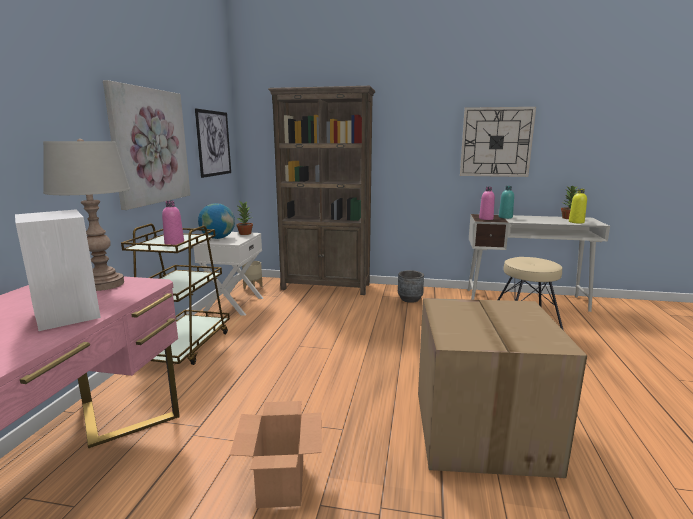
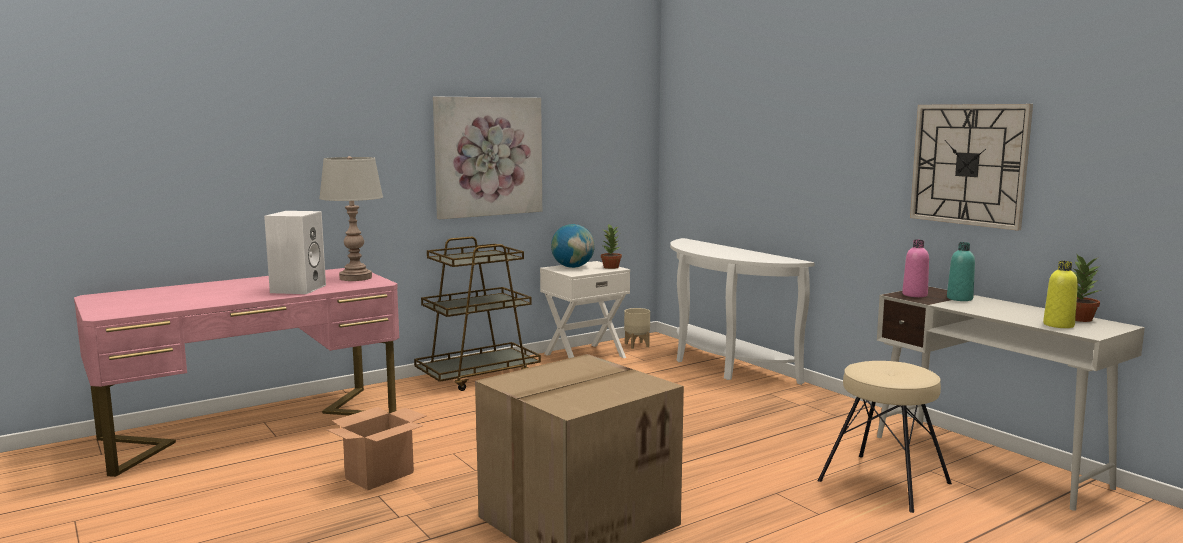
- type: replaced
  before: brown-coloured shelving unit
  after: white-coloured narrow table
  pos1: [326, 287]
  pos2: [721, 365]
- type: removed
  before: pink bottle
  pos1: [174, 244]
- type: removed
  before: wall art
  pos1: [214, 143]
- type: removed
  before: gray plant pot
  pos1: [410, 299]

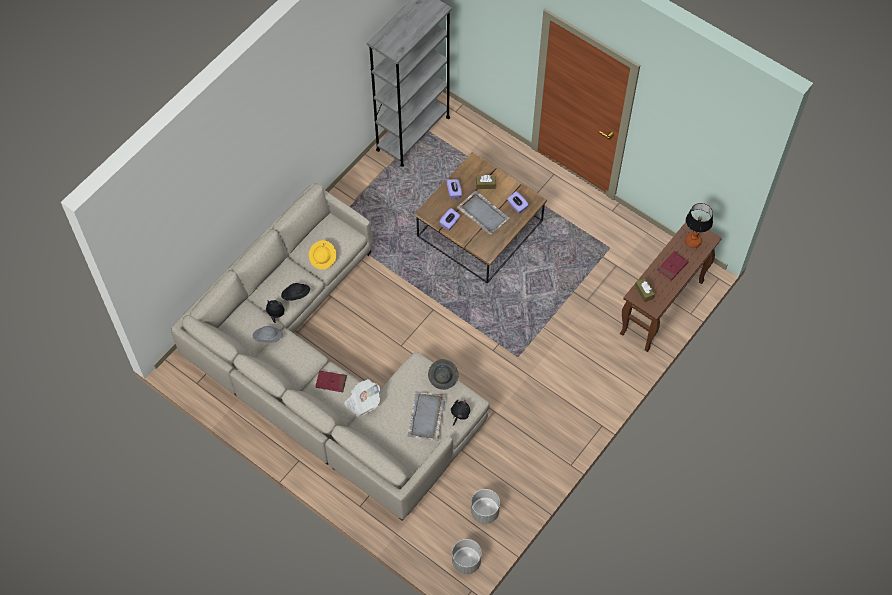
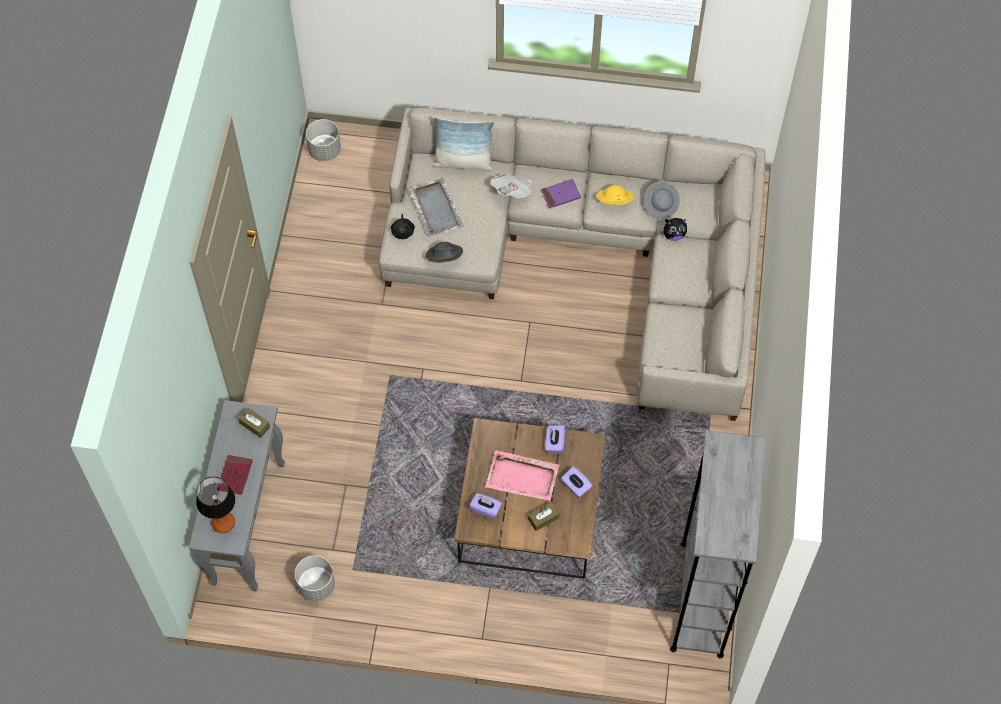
- type: recoloured
  before: brown-coloured narrow table
  after: gray narrow table
  pos1: [661, 308]
  pos2: [248, 521]
- type: moved
  before: gray plant pot
  pos1: [484, 512]
  pos2: [316, 585]
- type: added
  after: pillow
  pos2: [463, 162]
- type: recoloured
  before: gray carrying tray
  after: pink carrying tray
  pos1: [482, 213]
  pos2: [523, 477]
- type: recoloured
  before: red volume
  after: purple-coloured volume
  pos1: [331, 382]
  pos2: [560, 195]
- type: moved
  before: yellow-coloured clothing hat
  pos1: [323, 258]
  pos2: [614, 201]
- type: removed
  before: blackish clothing hat
  pos1: [296, 295]

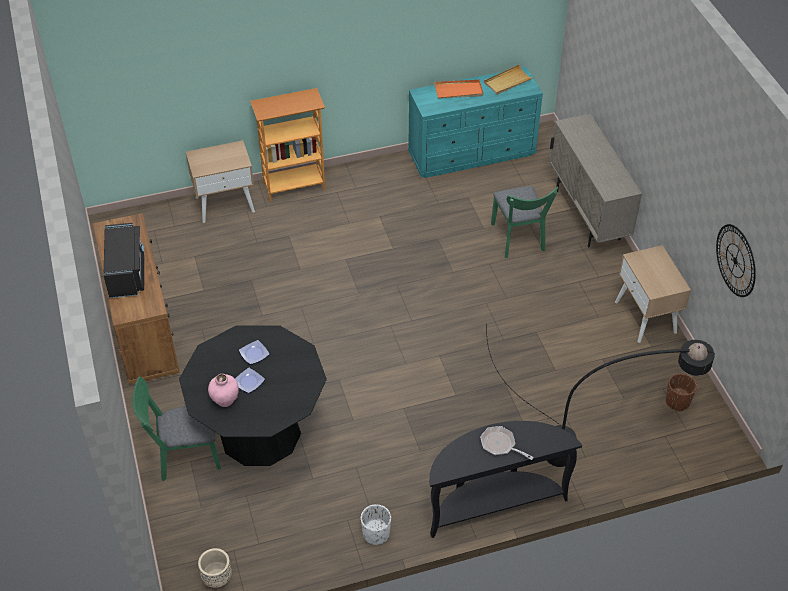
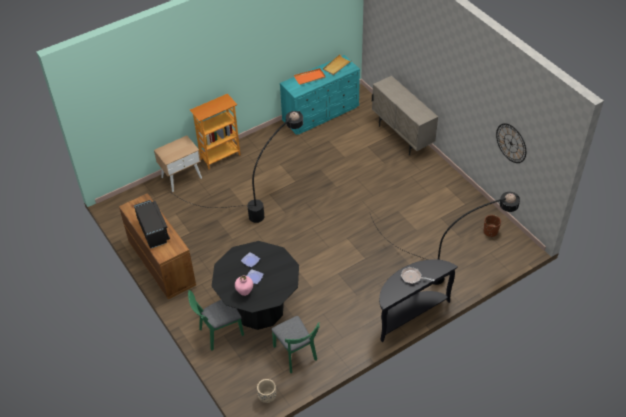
- type: added
  after: blackish floor lamp
  pos2: [263, 202]
- type: moved
  before: green-coloured upright chair
  pos1: [518, 240]
  pos2: [296, 355]
- type: removed
  before: white-coloured plant pot
  pos1: [376, 534]
- type: removed
  before: beige-coloured bedside table
  pos1: [646, 317]

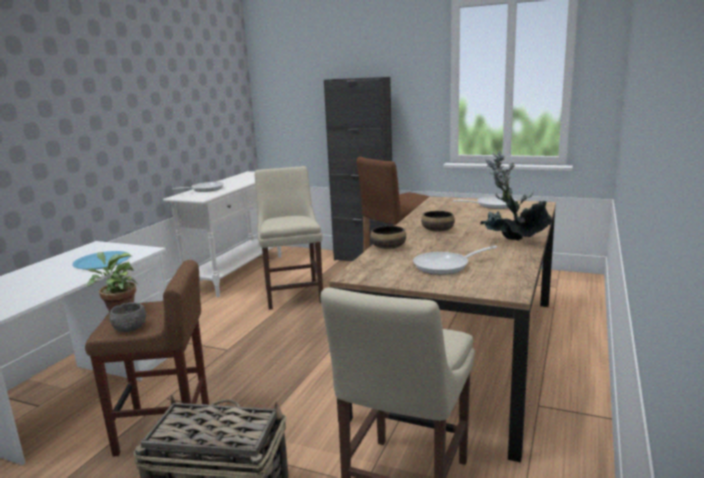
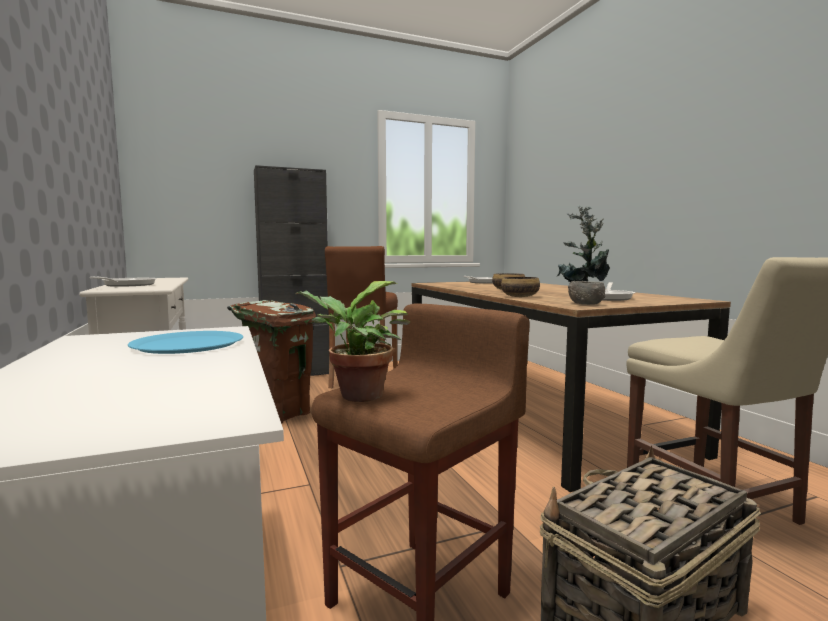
- type: replaced
  before: beige-coloured upright chair
  after: brown-coloured waste bin
  pos1: [293, 294]
  pos2: [278, 414]
- type: moved
  before: gray deep dish
  pos1: [129, 328]
  pos2: [585, 304]

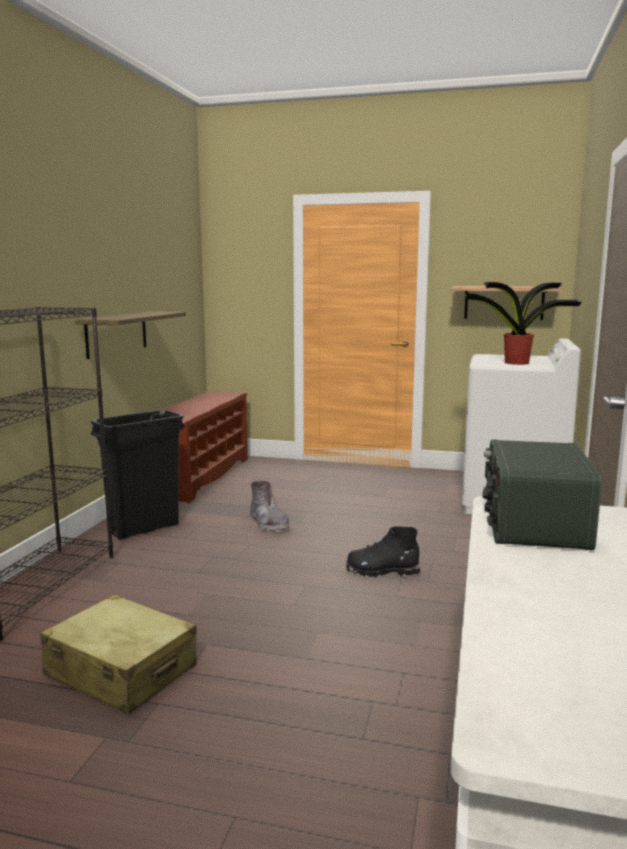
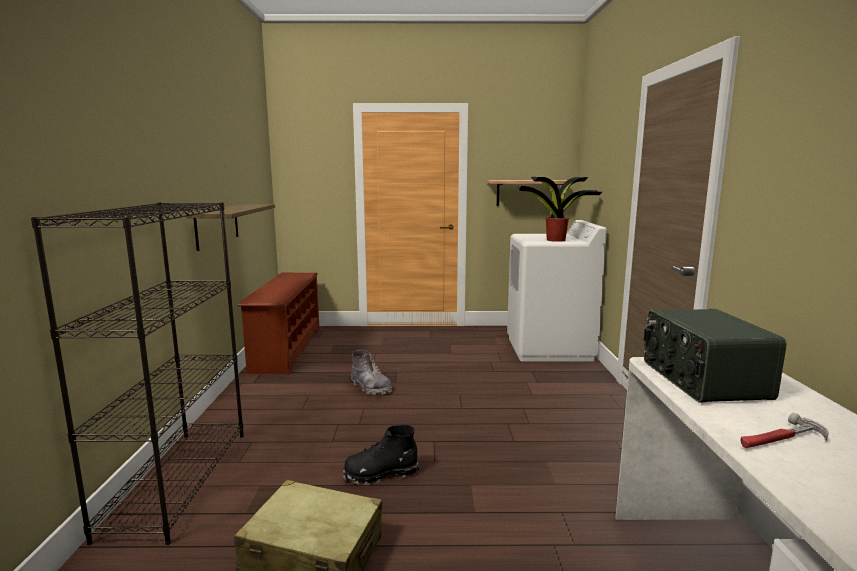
- type: moved
  before: blackish boot
  pos1: [382, 572]
  pos2: [380, 474]
- type: added
  after: hand hammer
  pos2: [780, 439]
- type: removed
  before: blackish waste bin
  pos1: [144, 529]

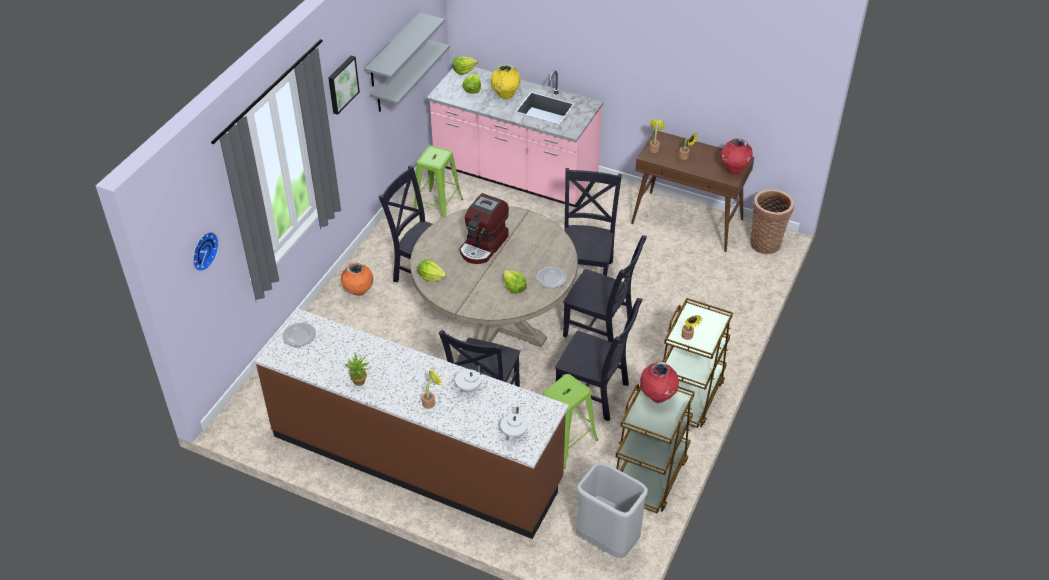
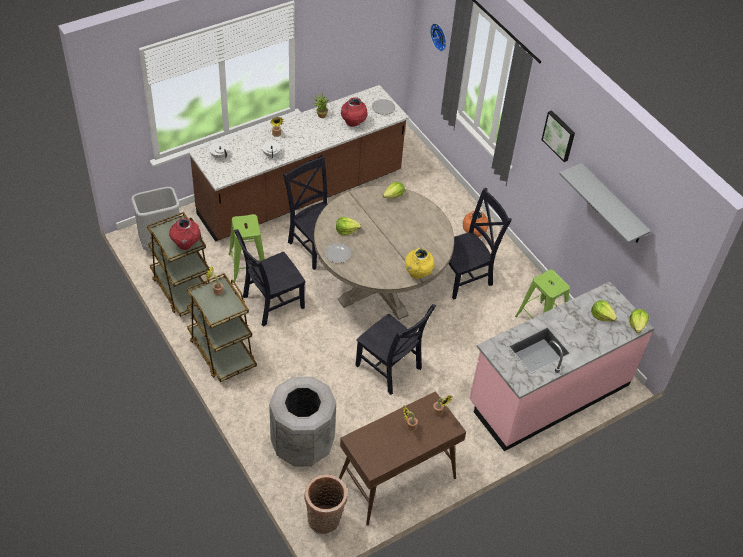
- type: added
  after: gray waste bin
  pos2: [302, 444]
- type: moved
  before: red flower vase
  pos1: [733, 169]
  pos2: [353, 123]
- type: moved
  before: yellow-coloured flower vase
  pos1: [505, 95]
  pos2: [418, 274]
- type: removed
  before: gray bracket shelf
  pos1: [399, 76]
- type: removed
  before: coffee machine
  pos1: [484, 246]
- type: removed
  before: blackish upright chair
  pos1: [601, 330]

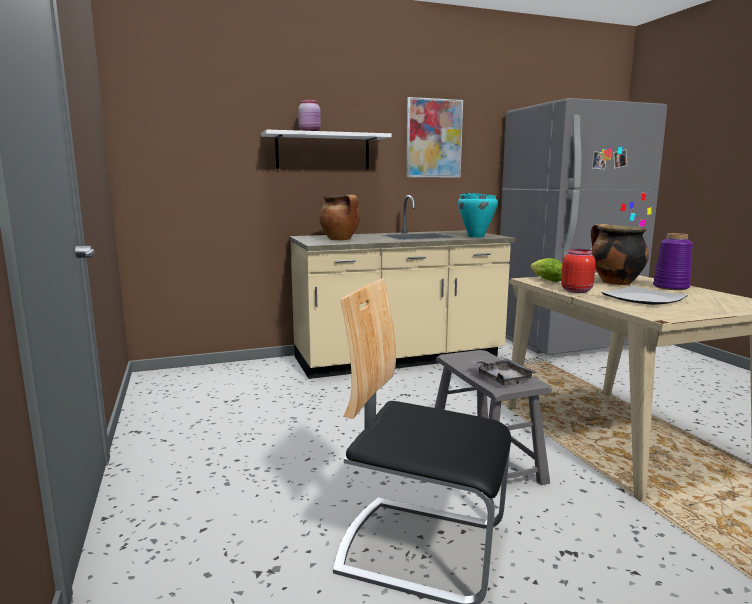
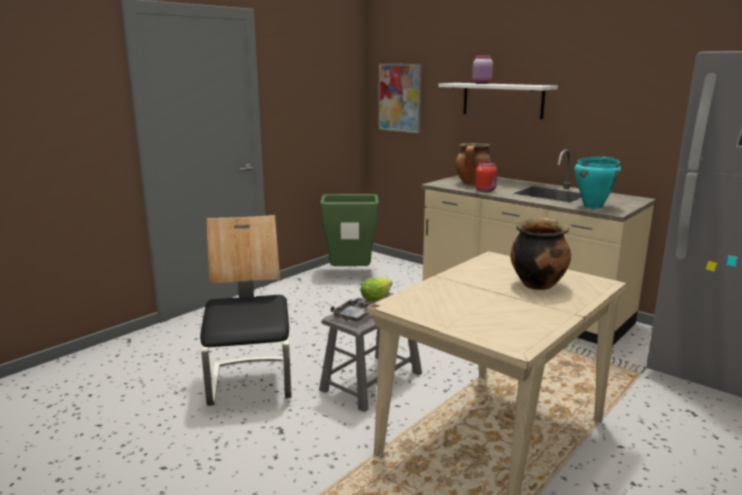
- type: added
  after: green-coloured waste bin
  pos2: [351, 273]
- type: moved
  before: head of lettuce
  pos1: [545, 280]
  pos2: [378, 297]
- type: moved
  before: wall art
  pos1: [434, 138]
  pos2: [400, 98]
- type: moved
  before: red preserve jar
  pos1: [576, 291]
  pos2: [486, 191]
- type: removed
  before: plate
  pos1: [642, 299]
- type: removed
  before: purple-coloured flower vase
  pos1: [670, 287]

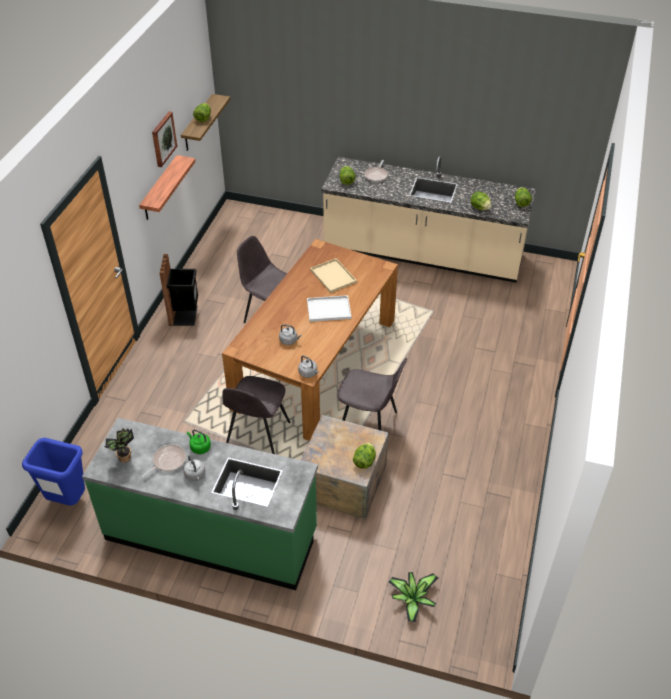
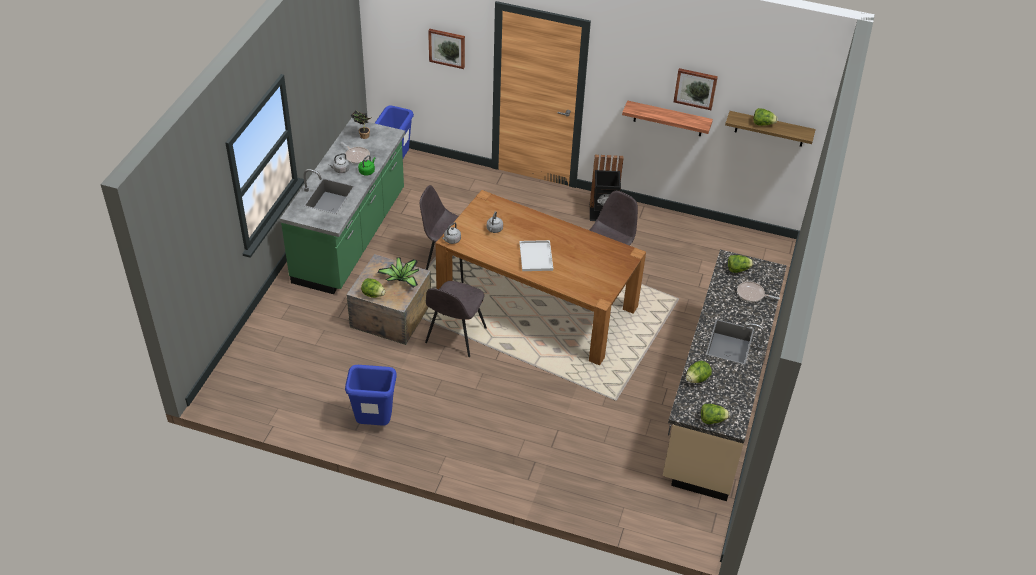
- type: added
  after: blue-coloured waste bin
  pos2: [375, 423]
- type: moved
  before: potted plant
  pos1: [412, 598]
  pos2: [402, 278]
- type: added
  after: wall art
  pos2: [447, 48]
- type: removed
  before: beige-coloured carrying tray
  pos1: [334, 276]

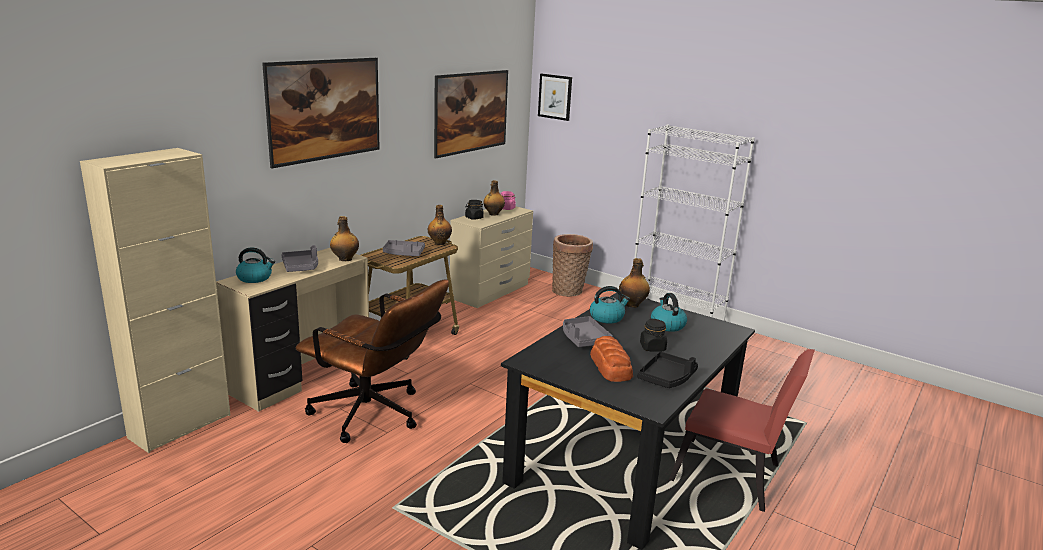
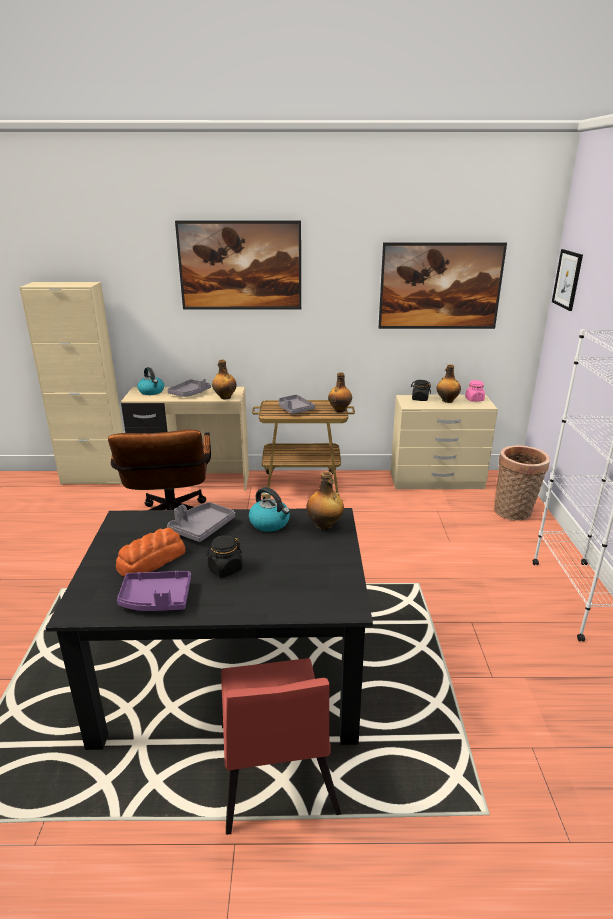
- type: recoloured
  before: blackish carrying tray
  after: purple-coloured carrying tray
  pos1: [667, 378]
  pos2: [156, 599]
- type: removed
  before: water kettle
  pos1: [667, 325]

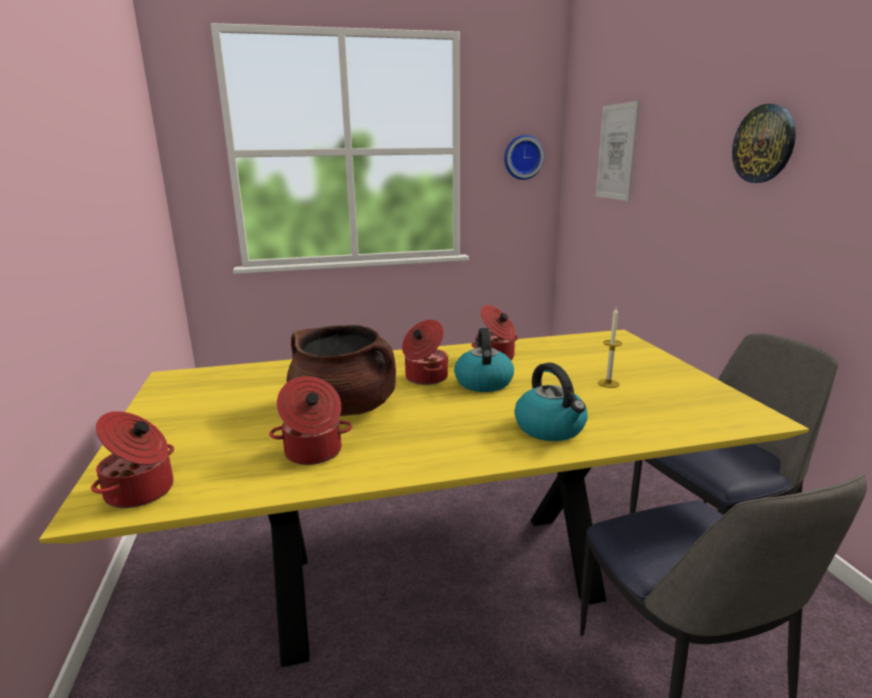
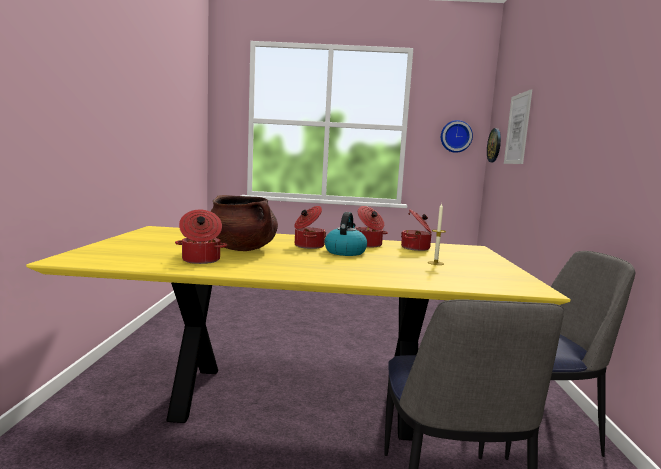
- type: moved
  before: stockpot
  pos1: [142, 492]
  pos2: [416, 248]
- type: moved
  before: wall clock
  pos1: [764, 144]
  pos2: [494, 145]
- type: removed
  before: water kettle
  pos1: [551, 428]

